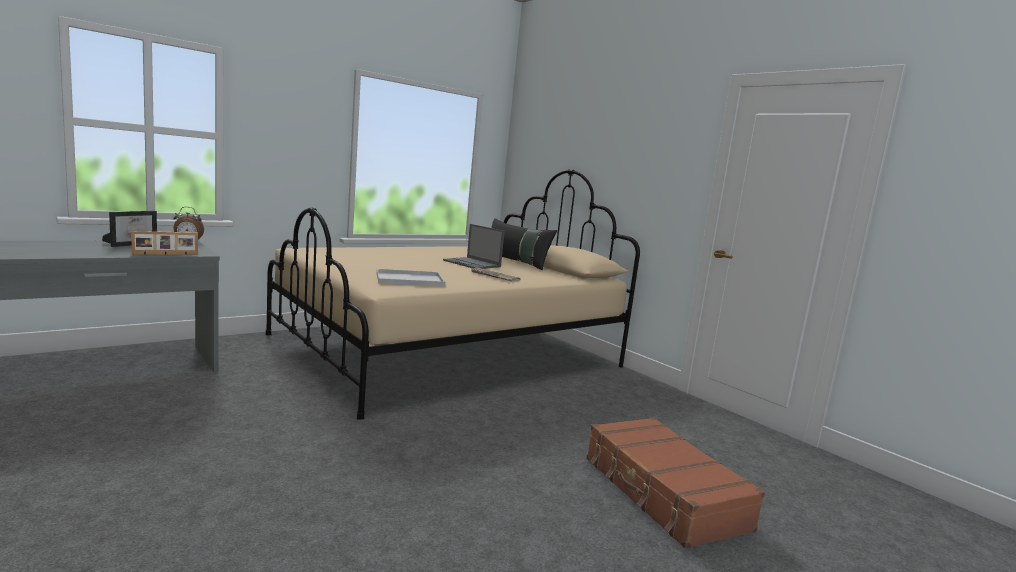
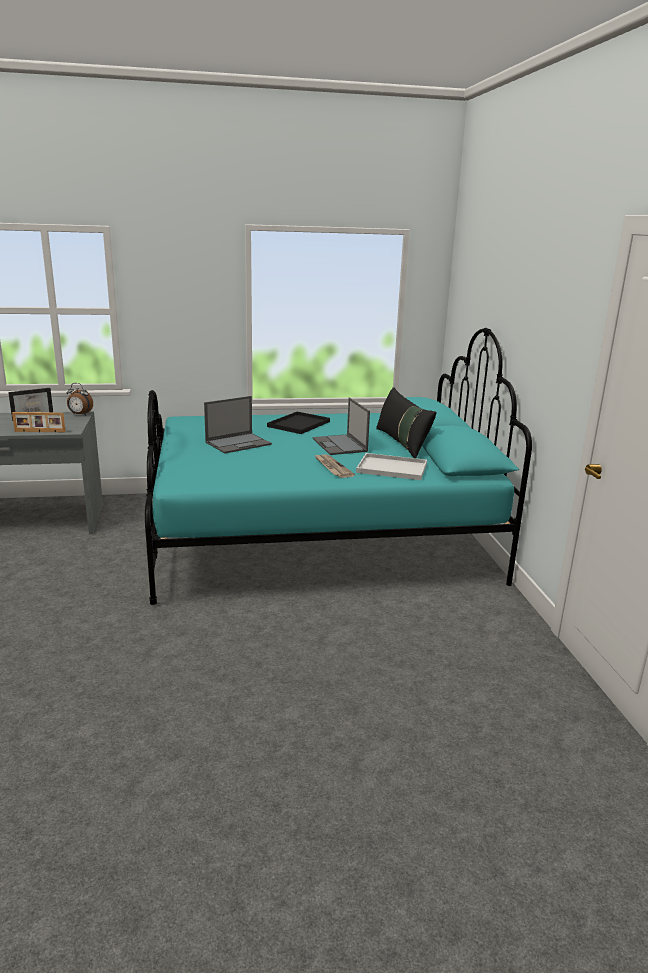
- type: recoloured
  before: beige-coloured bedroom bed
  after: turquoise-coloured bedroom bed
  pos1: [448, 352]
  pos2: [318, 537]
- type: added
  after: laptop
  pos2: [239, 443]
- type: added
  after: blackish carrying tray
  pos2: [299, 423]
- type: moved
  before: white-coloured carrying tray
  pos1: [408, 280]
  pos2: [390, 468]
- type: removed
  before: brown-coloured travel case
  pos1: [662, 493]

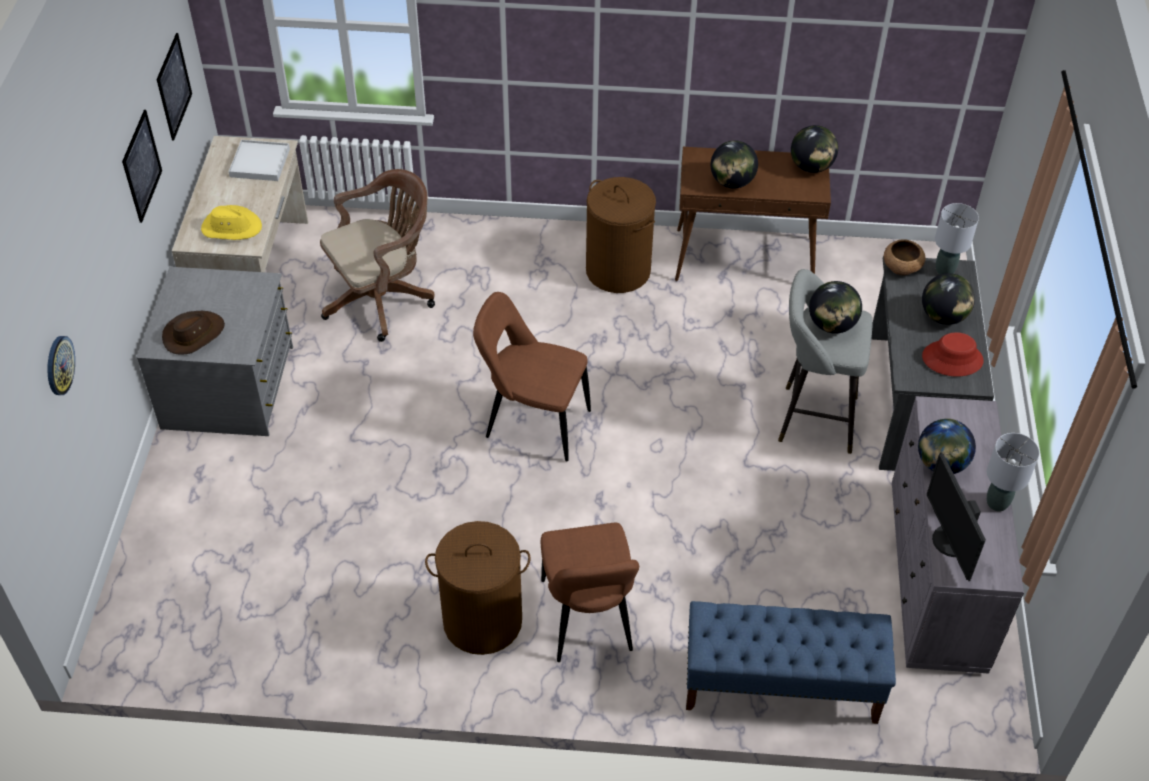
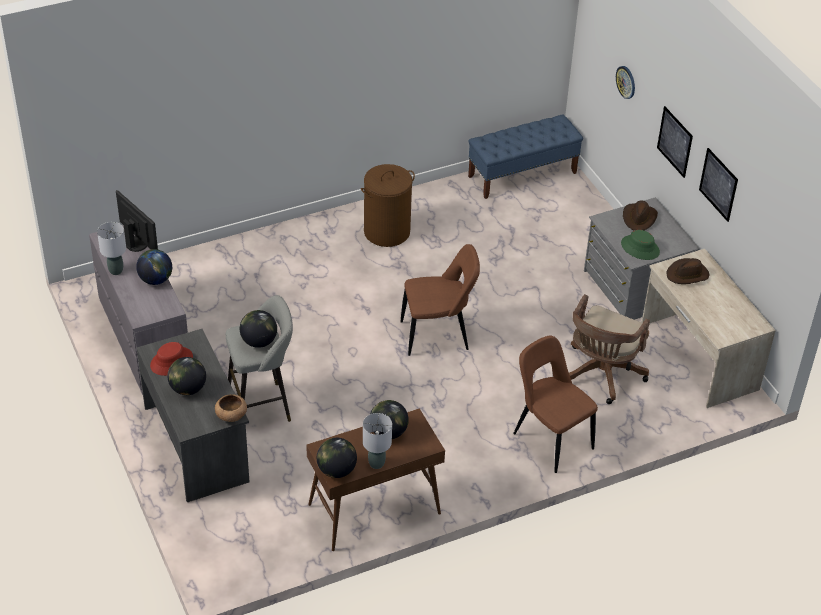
- type: moved
  before: gray tabletop lamp
  pos1: [945, 270]
  pos2: [376, 463]
- type: moved
  before: blue-coloured long seat
  pos1: [780, 686]
  pos2: [522, 174]
- type: moved
  before: brown-coloured upright chair
  pos1: [587, 620]
  pos2: [550, 439]
- type: added
  after: green-coloured clothing hat
  pos2: [640, 248]
- type: moved
  before: wall art
  pos1: [174, 86]
  pos2: [675, 141]
- type: recoloured
  before: yellow-coloured clothing hat
  after: brown-coloured clothing hat
  pos1: [231, 227]
  pos2: [687, 274]
- type: removed
  before: white-coloured carrying tray
  pos1: [260, 163]
- type: removed
  before: brown-coloured hamper
  pos1: [618, 271]

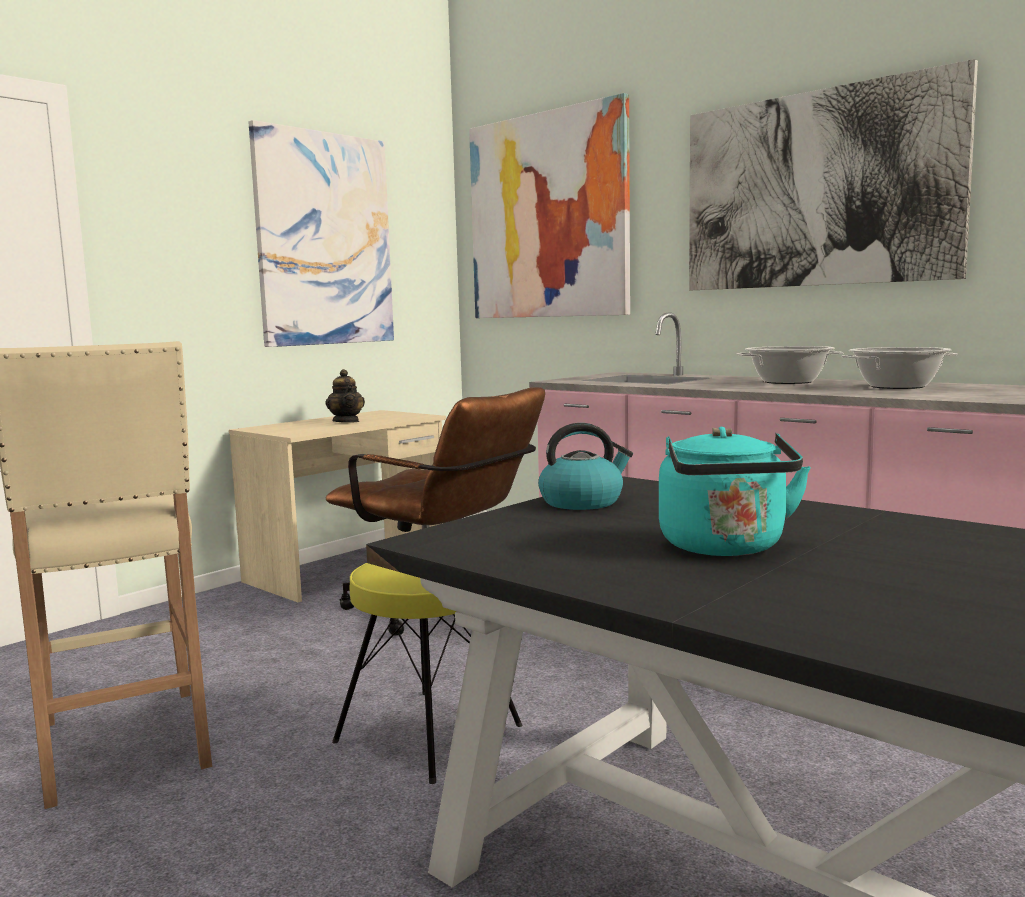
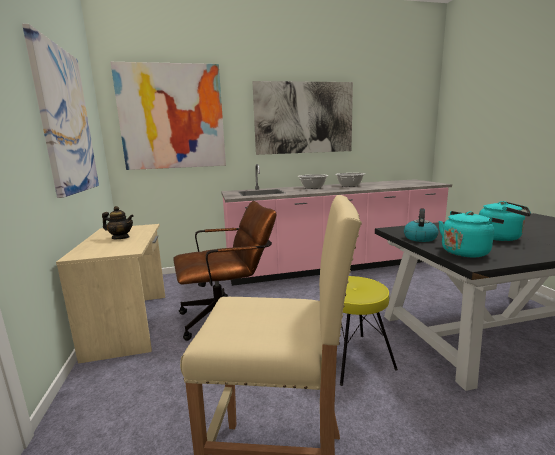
- type: added
  after: turquoise-coloured water kettle
  pos2: [466, 252]

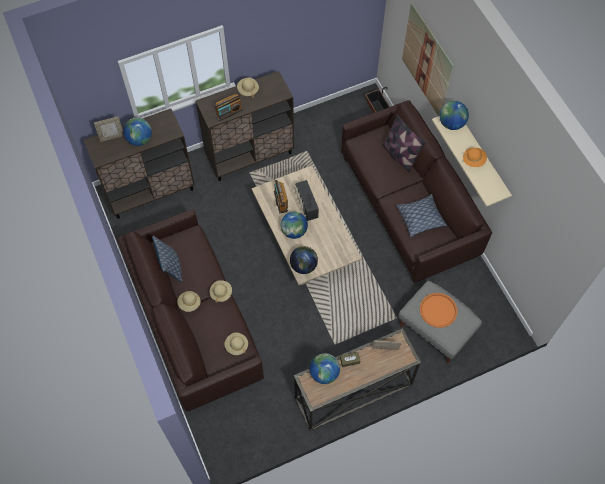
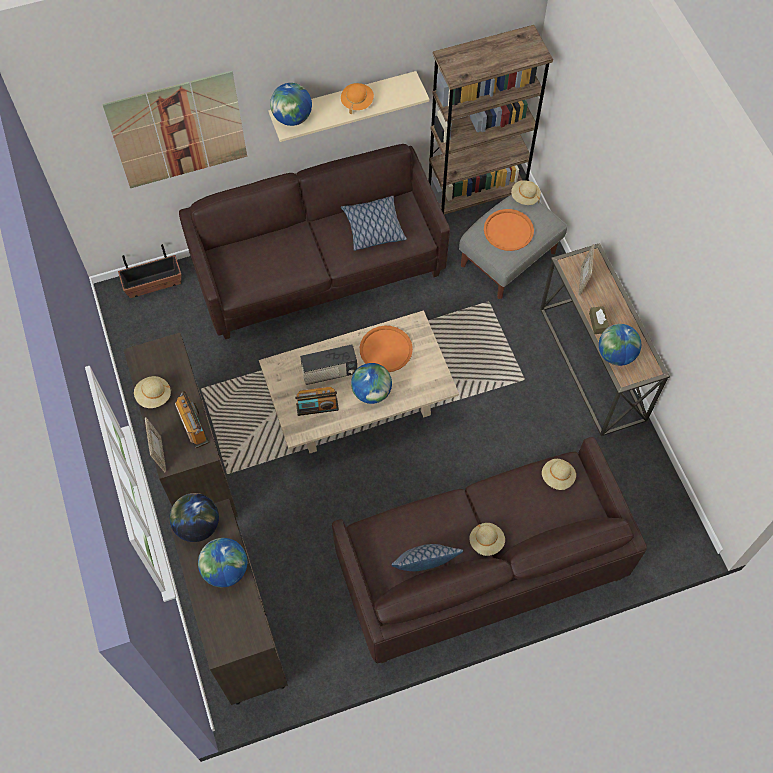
- type: moved
  before: photo frame
  pos1: [112, 137]
  pos2: [159, 454]
- type: moved
  before: desk globe
  pos1: [304, 265]
  pos2: [197, 525]
- type: added
  after: orange carrying tray
  pos2: [386, 349]
- type: added
  after: brown-coloured shelving unit
  pos2: [476, 197]
- type: moved
  before: beige-coloured clothing hat
  pos1: [221, 293]
  pos2: [525, 197]
- type: removed
  before: pillow
  pos1: [399, 155]

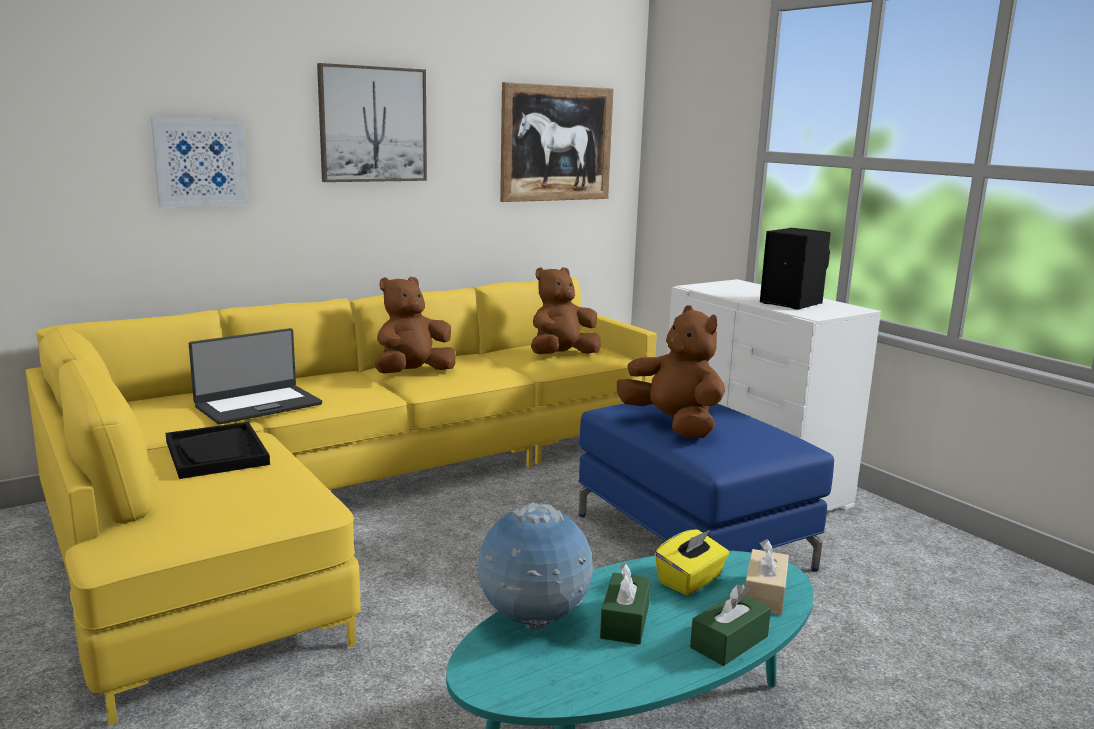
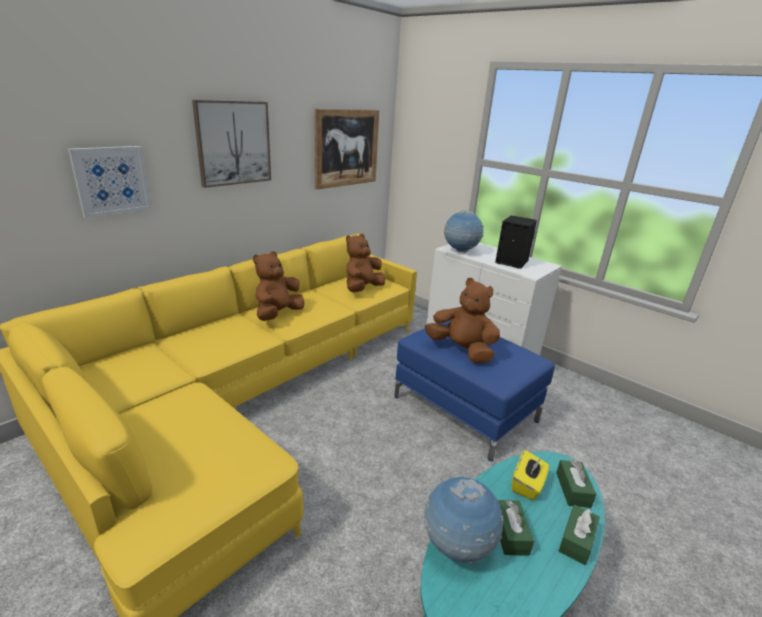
- type: added
  after: desk globe
  pos2: [460, 251]
- type: recoloured
  before: beige-coloured box of tissues
  after: green-coloured box of tissues
  pos1: [765, 594]
  pos2: [573, 489]
- type: removed
  before: blackish carrying tray
  pos1: [217, 453]
- type: removed
  before: laptop
  pos1: [258, 405]

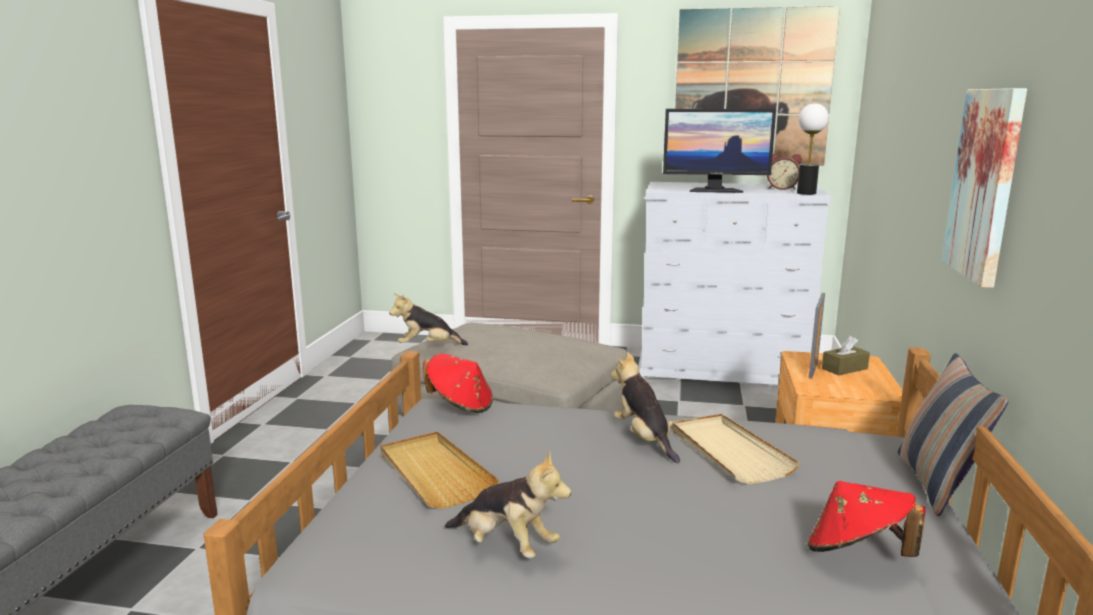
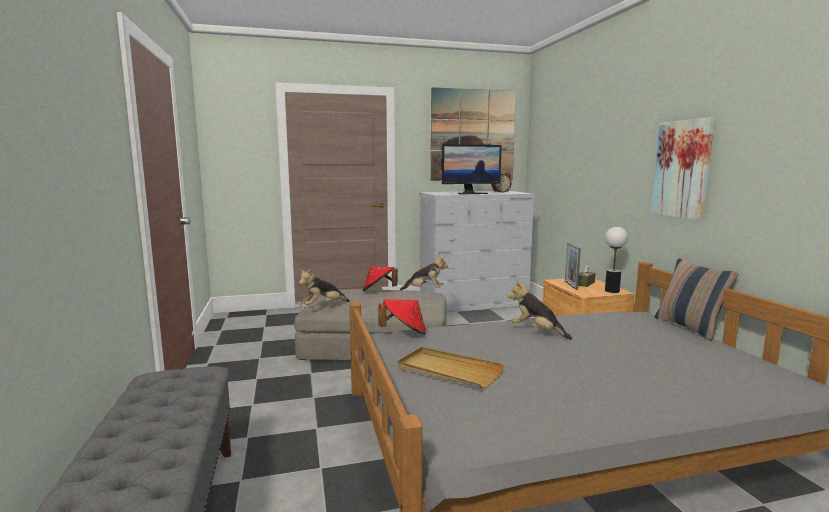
- type: moved
  before: red clothing hat
  pos1: [857, 553]
  pos2: [379, 291]
- type: moved
  before: soft toy
  pos1: [506, 546]
  pos2: [425, 290]
- type: moved
  before: tabletop lamp
  pos1: [806, 193]
  pos2: [612, 291]
- type: removed
  before: beige-coloured carrying tray
  pos1: [729, 451]

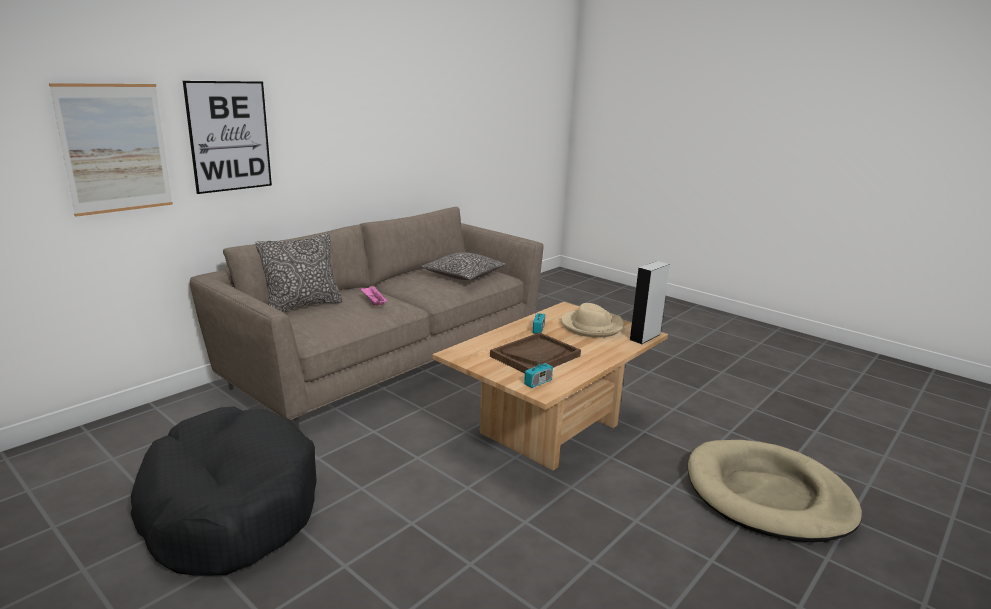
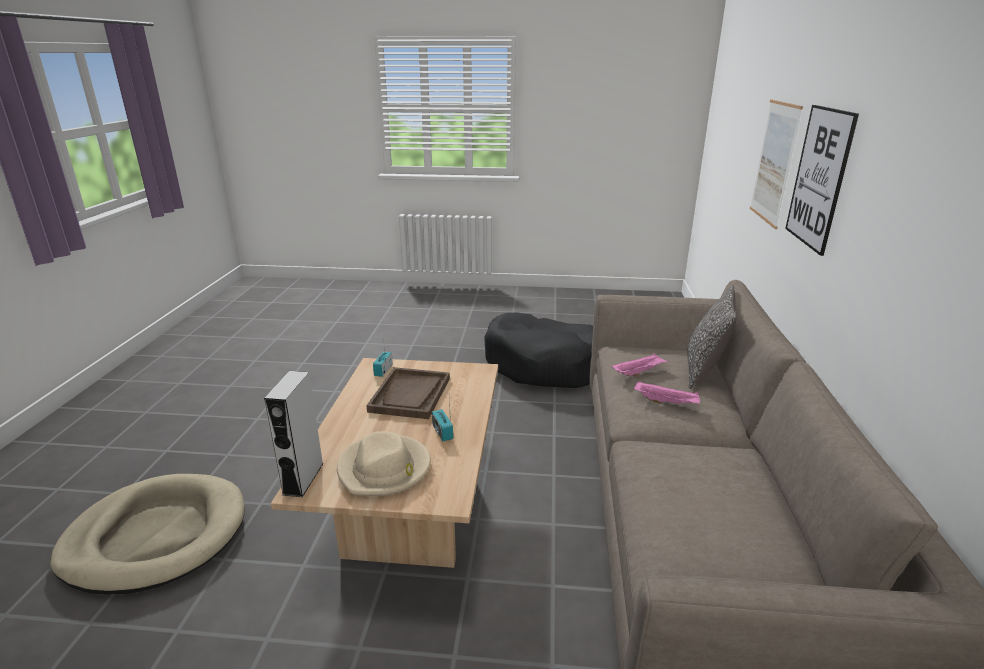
- type: added
  after: pink carrying tray
  pos2: [638, 372]
- type: removed
  before: pillow
  pos1: [463, 275]

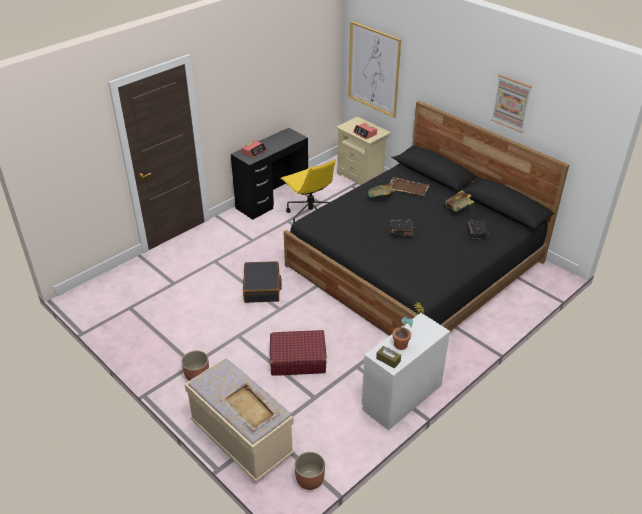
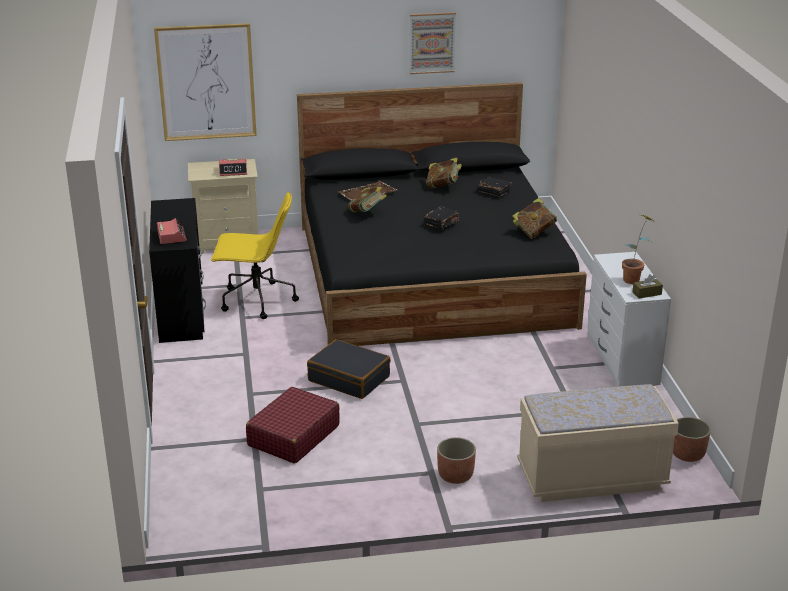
- type: moved
  before: red travel case
  pos1: [297, 359]
  pos2: [293, 436]
- type: added
  after: volume
  pos2: [534, 232]
- type: removed
  before: beige-coloured carrying tray
  pos1: [250, 408]

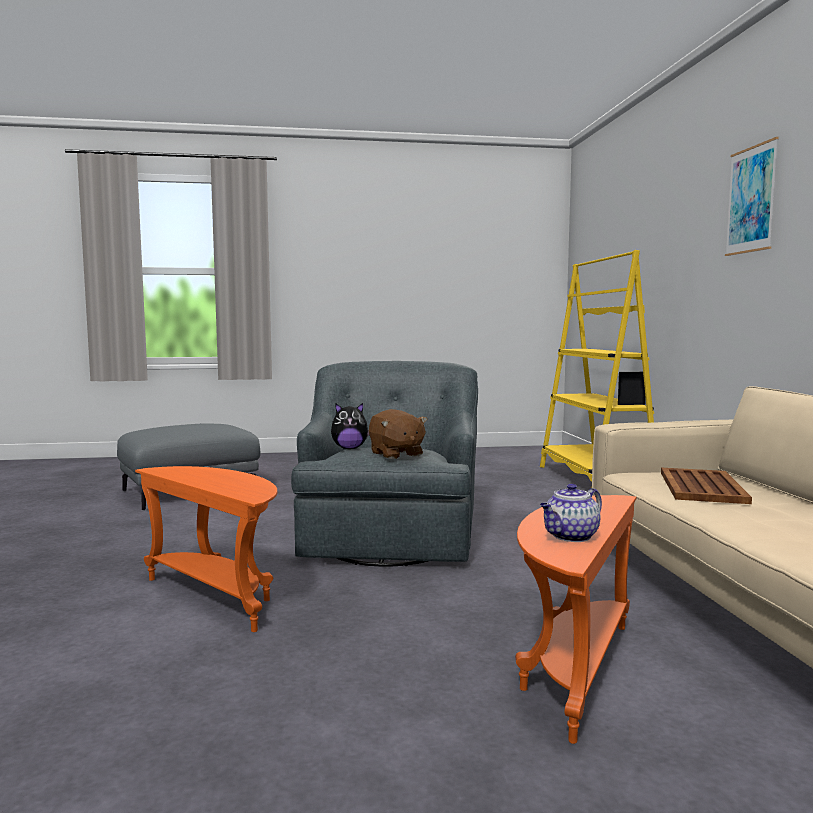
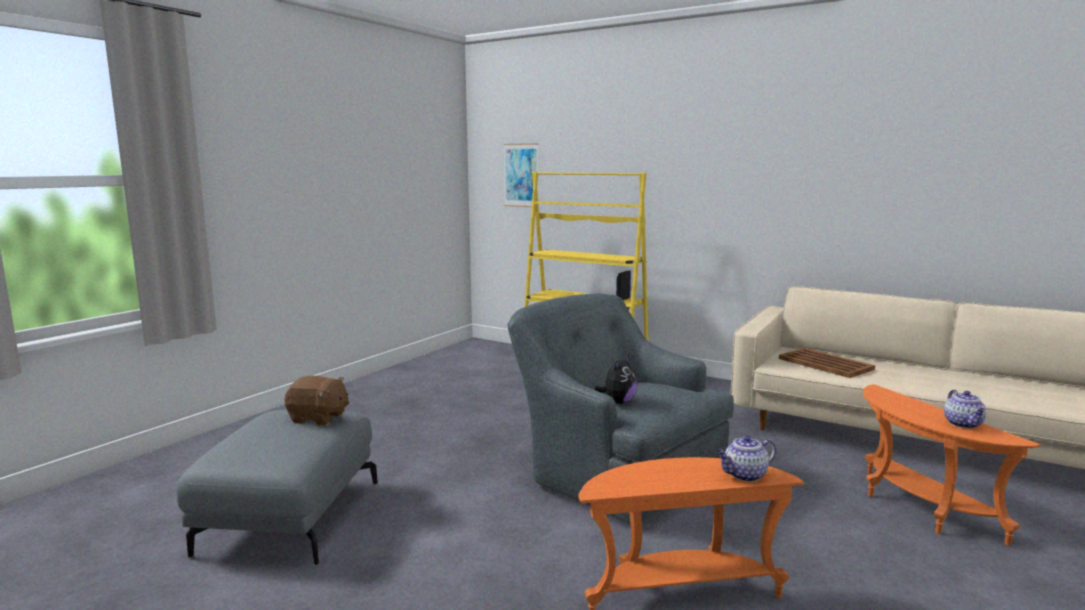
- type: moved
  before: brown-coloured soft toy
  pos1: [396, 454]
  pos2: [318, 418]
- type: moved
  before: wall art
  pos1: [751, 200]
  pos2: [521, 175]
- type: added
  after: tea pot
  pos2: [744, 475]

